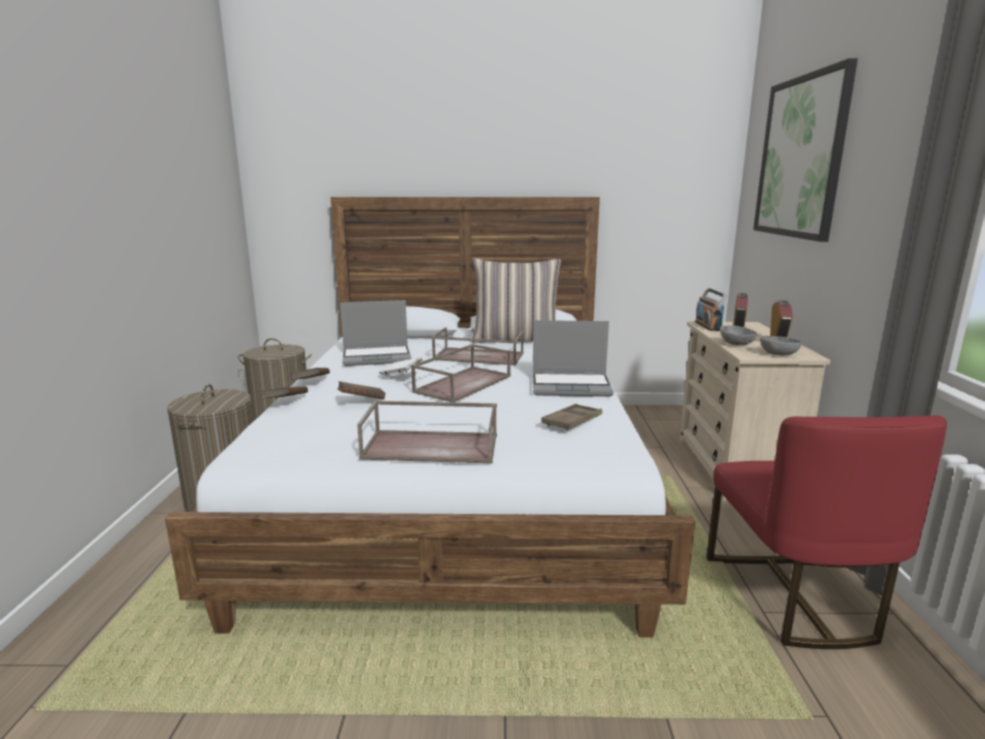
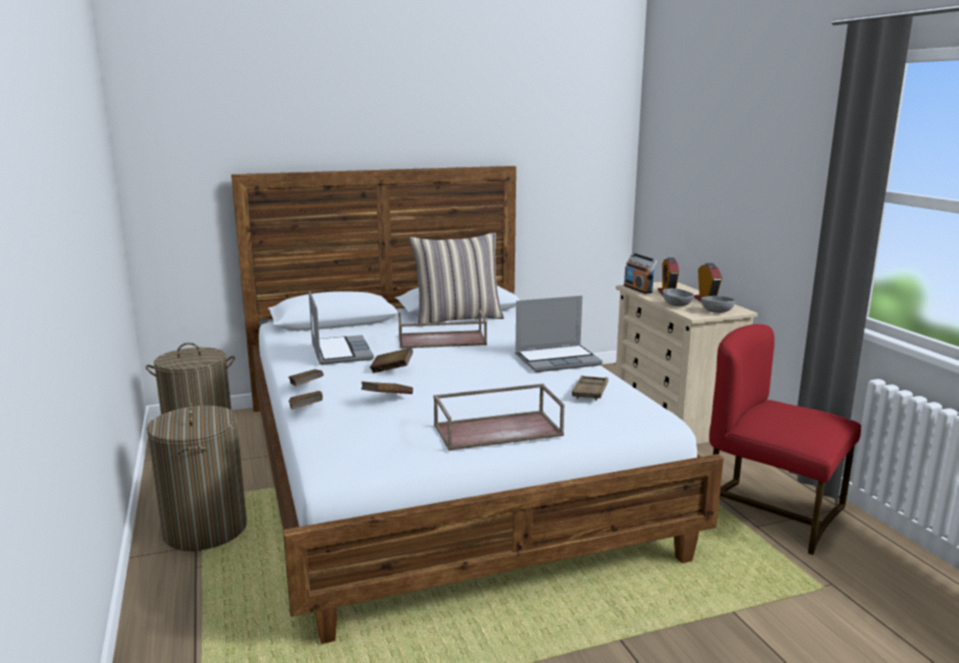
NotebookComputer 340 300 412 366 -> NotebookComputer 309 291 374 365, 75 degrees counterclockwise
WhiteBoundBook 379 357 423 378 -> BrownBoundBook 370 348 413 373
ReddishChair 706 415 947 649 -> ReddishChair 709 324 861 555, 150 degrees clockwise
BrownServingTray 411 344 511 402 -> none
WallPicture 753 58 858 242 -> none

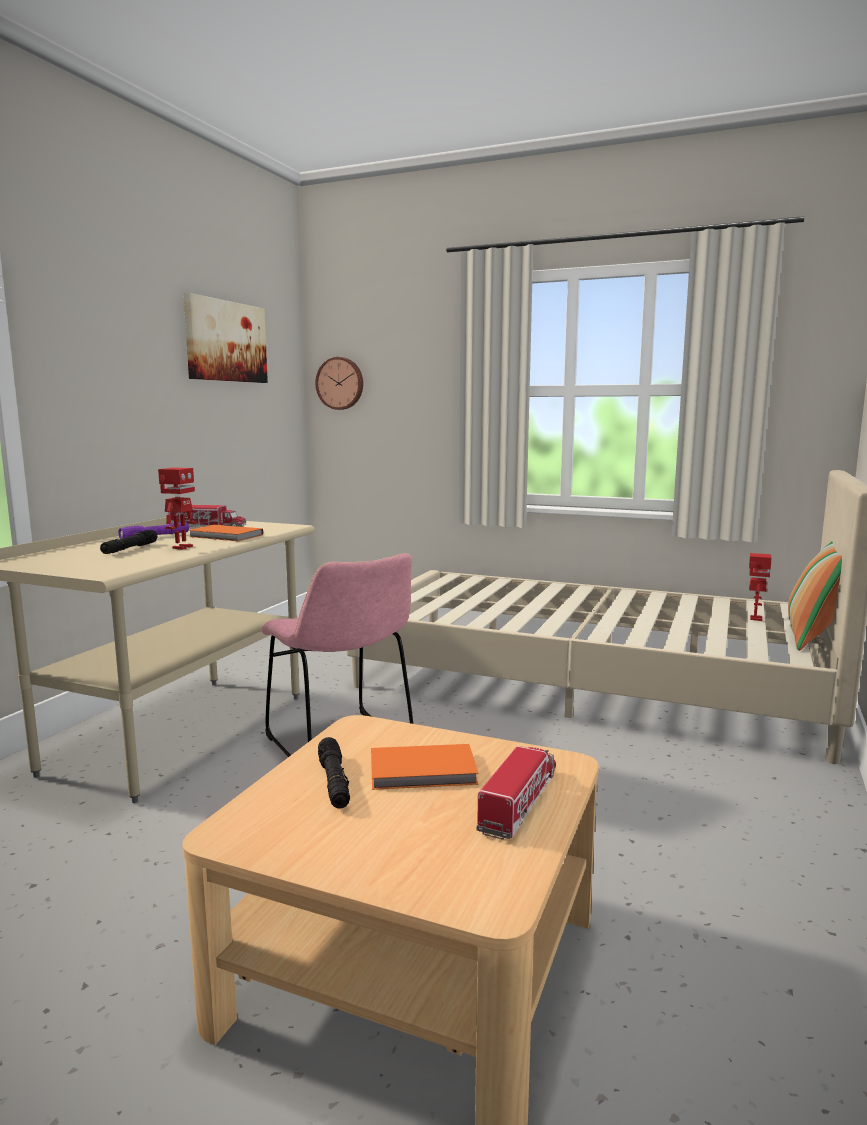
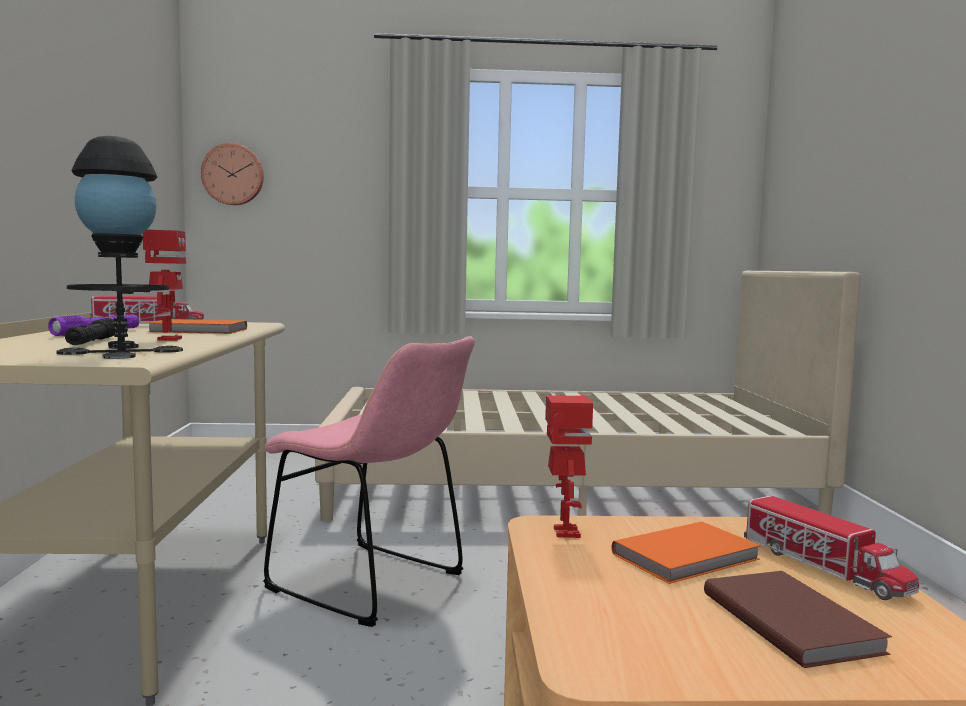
none -> BlackColouredLampForATable 56 136 183 359
RobotFigure 749 553 772 621 -> RobotFigure 545 395 593 538, shifted
none -> BrownBoundBook 704 571 892 668
ModelTruck 477 746 556 840 -> ModelTruck 744 495 919 600, 150 degrees clockwise
WallPicture 183 293 268 383 -> none
BlackColouredFlashlight 318 737 350 809 -> none
Cushion 788 541 842 651 -> none

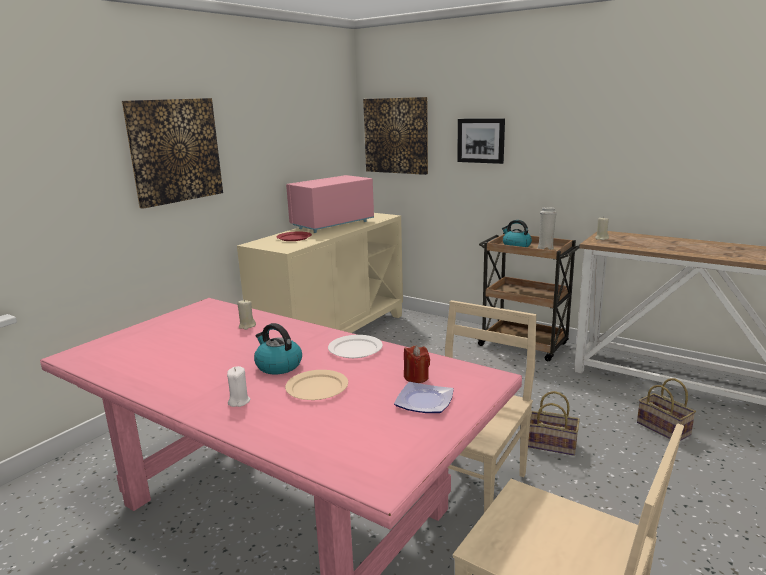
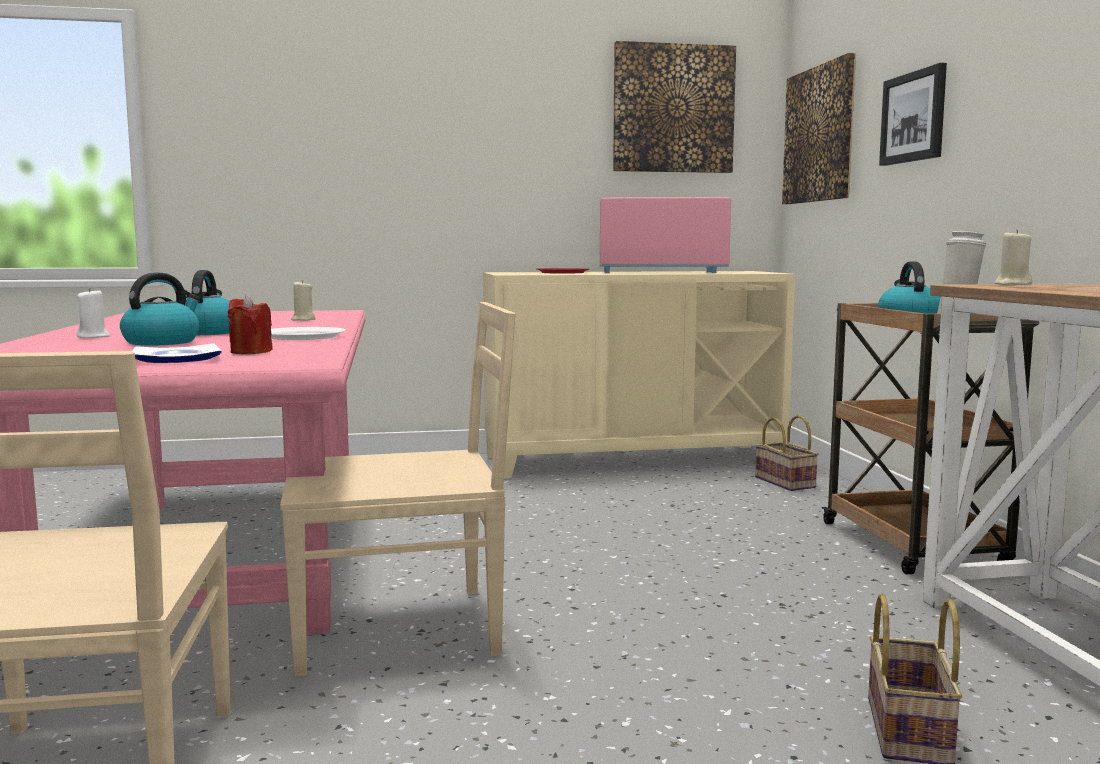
BeigePlate 285 370 348 400 -> WaterKettle 120 273 200 346
WallPicture 122 98 223 209 -> WallPicture 613 41 736 173, shifted
StorageBasket 528 391 580 456 -> StorageBasket 755 415 819 491, shifted

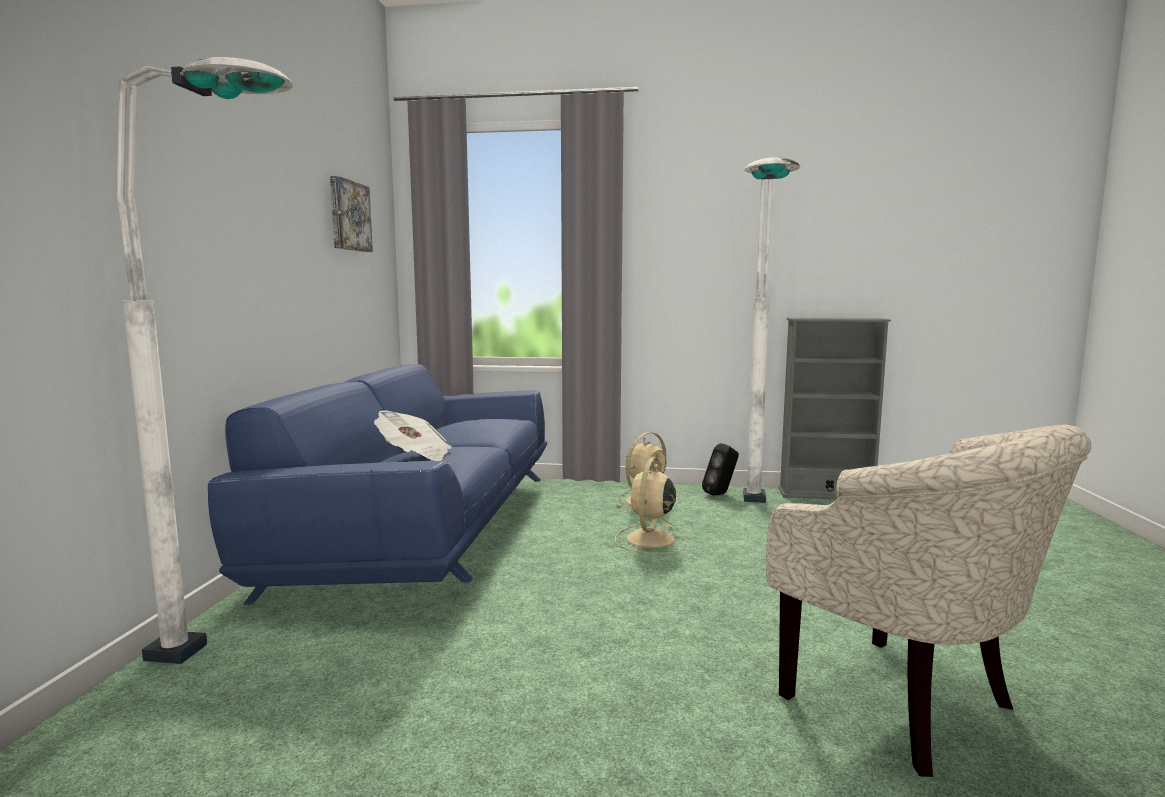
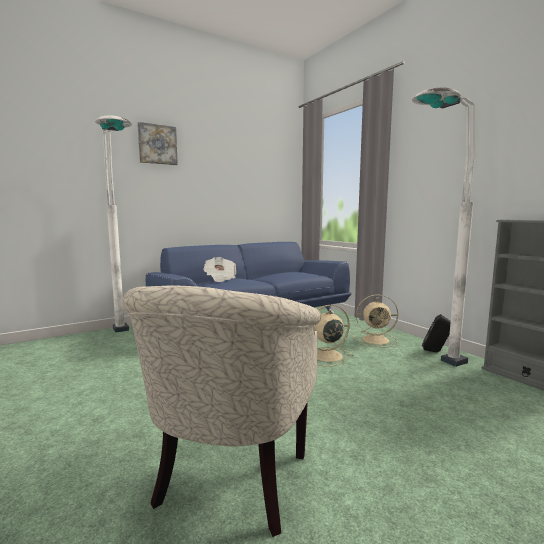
WallPicture 330 176 373 252 -> WallPicture 137 122 178 165, shifted

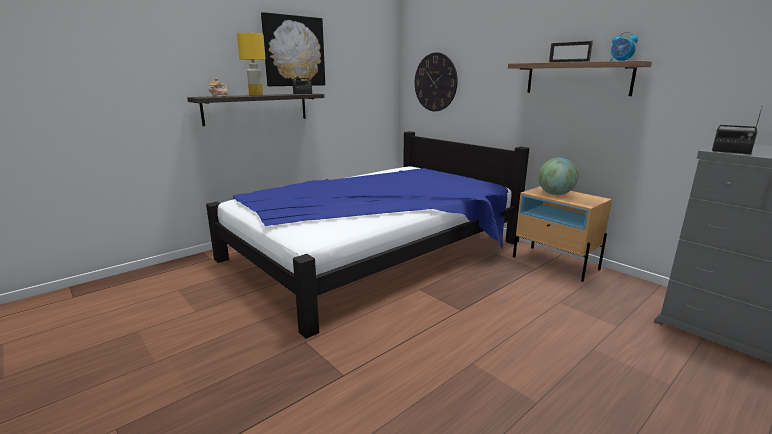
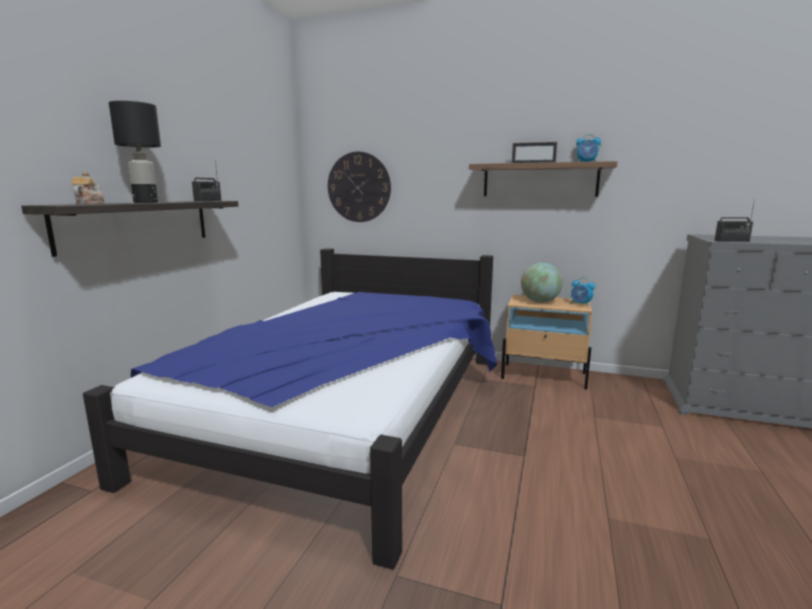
YellowLampForATable 237 33 266 96 -> BlackColouredLampForATable 109 101 161 203
none -> AlarmClock 571 277 595 306
WallPicture 261 12 325 86 -> none

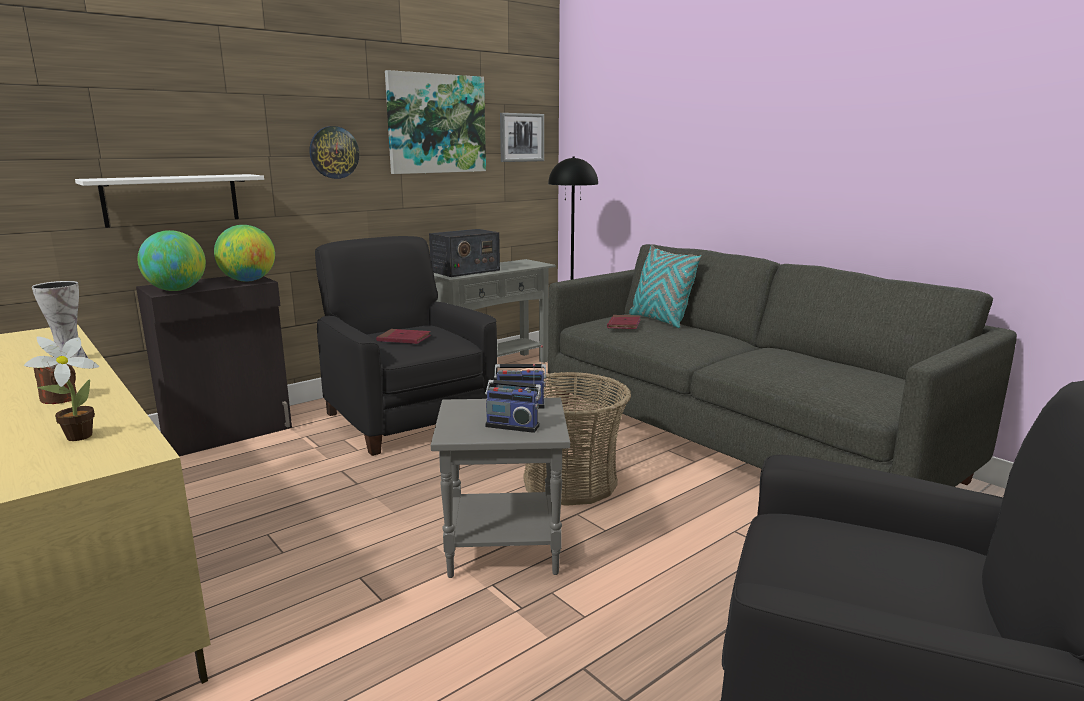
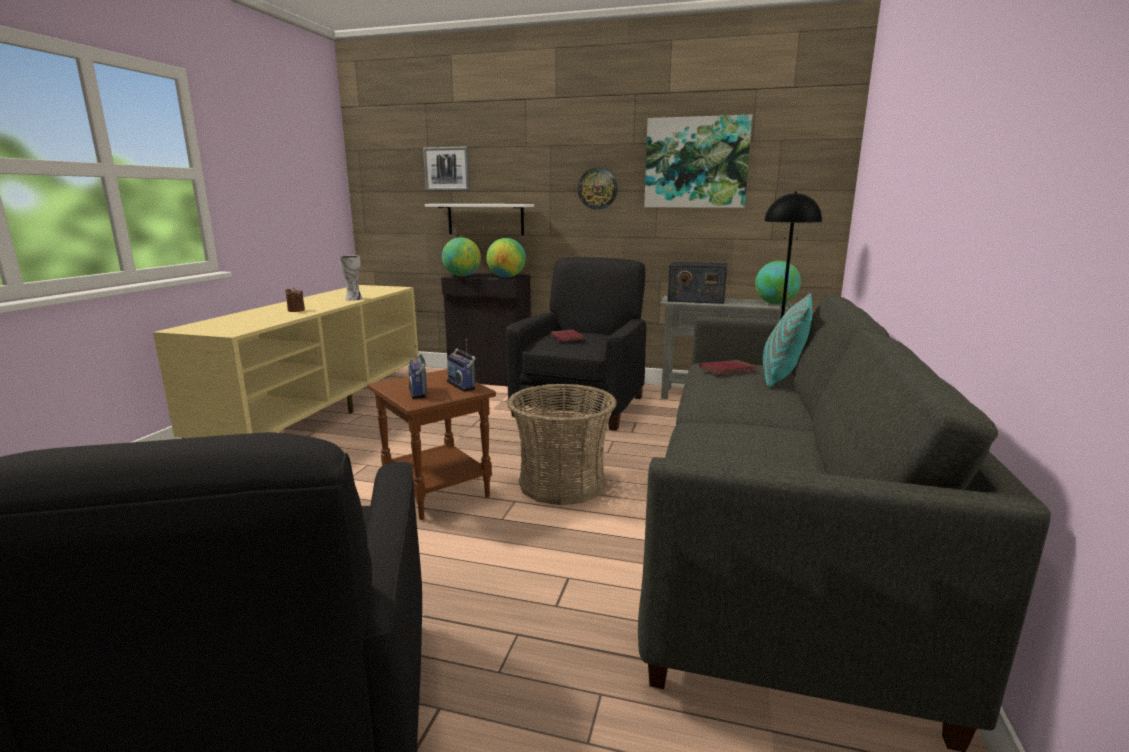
GreyishAccentTable 431 398 570 578 -> BrownAccentTable 368 369 496 520
WallPicture 500 113 544 162 -> WallPicture 423 146 470 191, shifted
none -> DeskGlobe 755 261 801 304
PlantInAPot 24 337 99 441 -> none

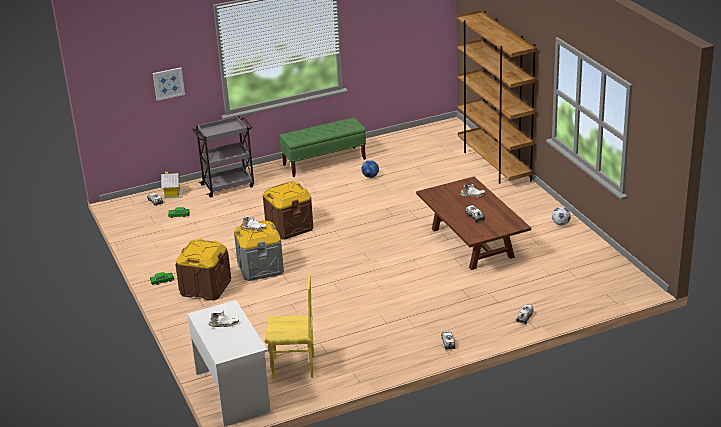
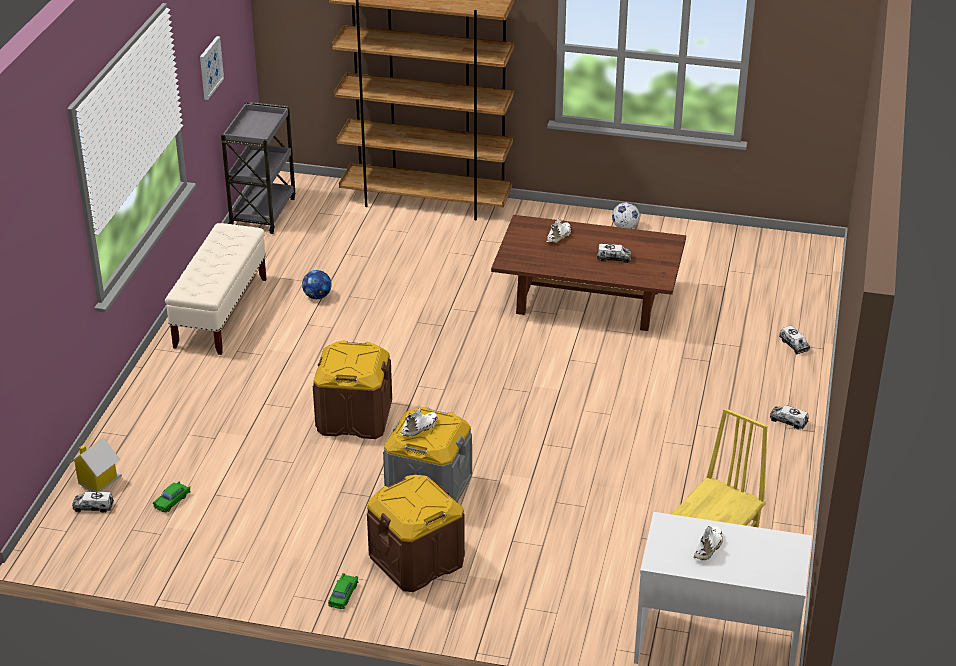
GreenishLongSeat 279 117 366 177 -> BeigeLongSeat 165 223 267 355
WallPicture 153 67 185 101 -> WallPicture 200 36 224 100, shifted
GreyishCart 192 116 254 198 -> GreyishCart 221 102 295 234, shifted

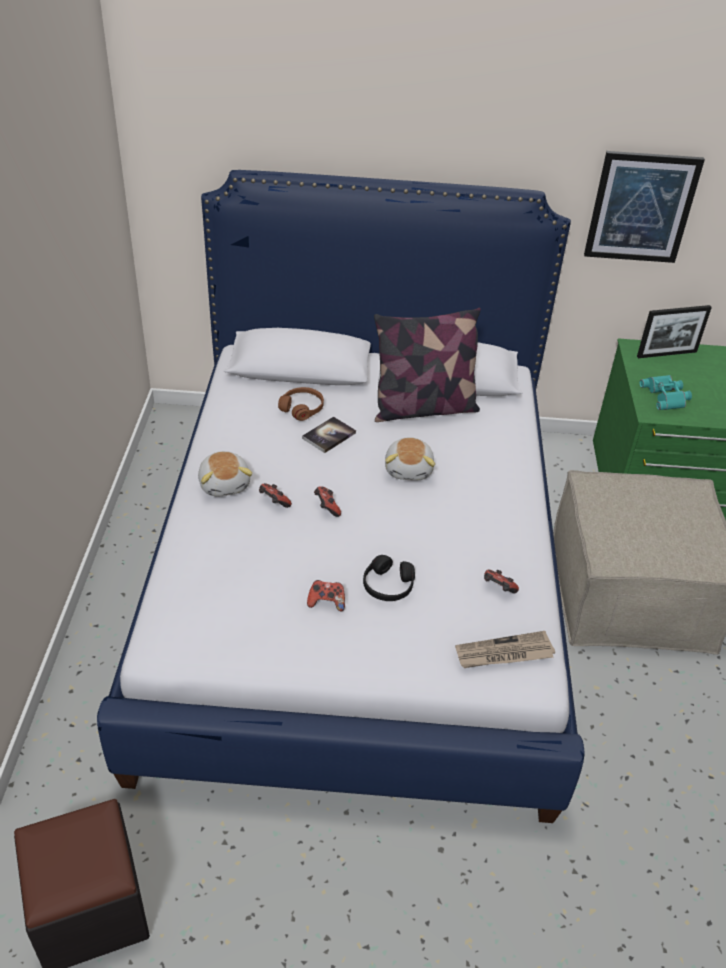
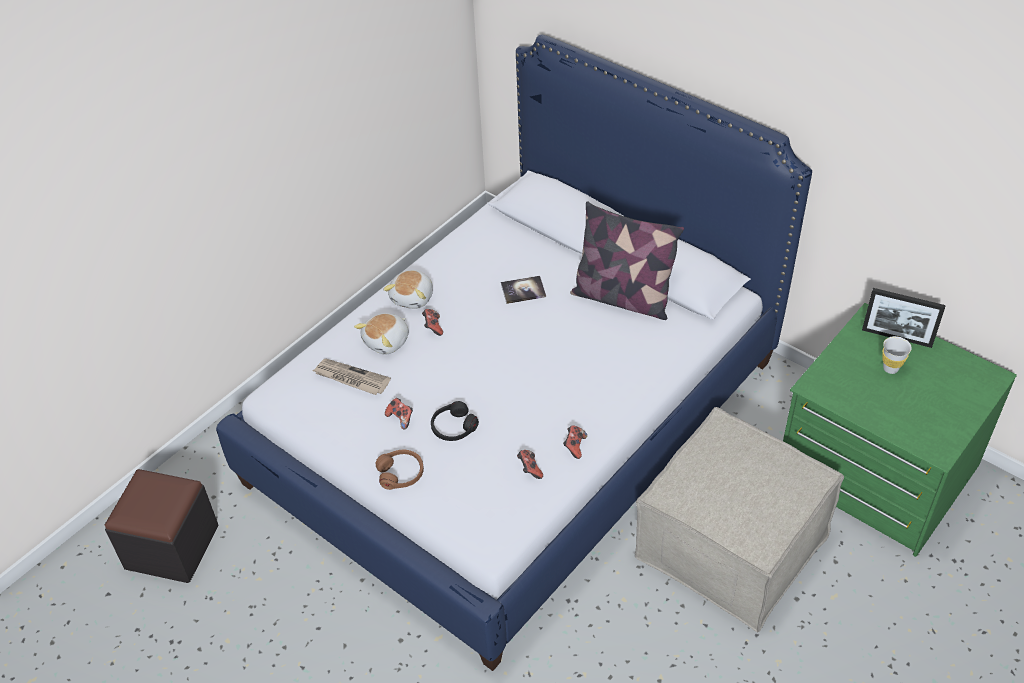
PrintedPaper 455 631 555 668 -> PrintedPaper 312 359 391 395, shifted
SoftToy 385 437 435 481 -> SoftToy 354 313 409 355, shifted
BrownPairOfHeadphones 278 387 324 421 -> BrownPairOfHeadphones 376 450 424 490, shifted
Joypad 314 486 341 517 -> Joypad 563 426 587 459, shifted
none -> WhiteDrinkingCup 883 336 912 374
WallPicture 584 151 705 263 -> none
BlueGreenPairOfBinoculars 639 375 692 410 -> none

